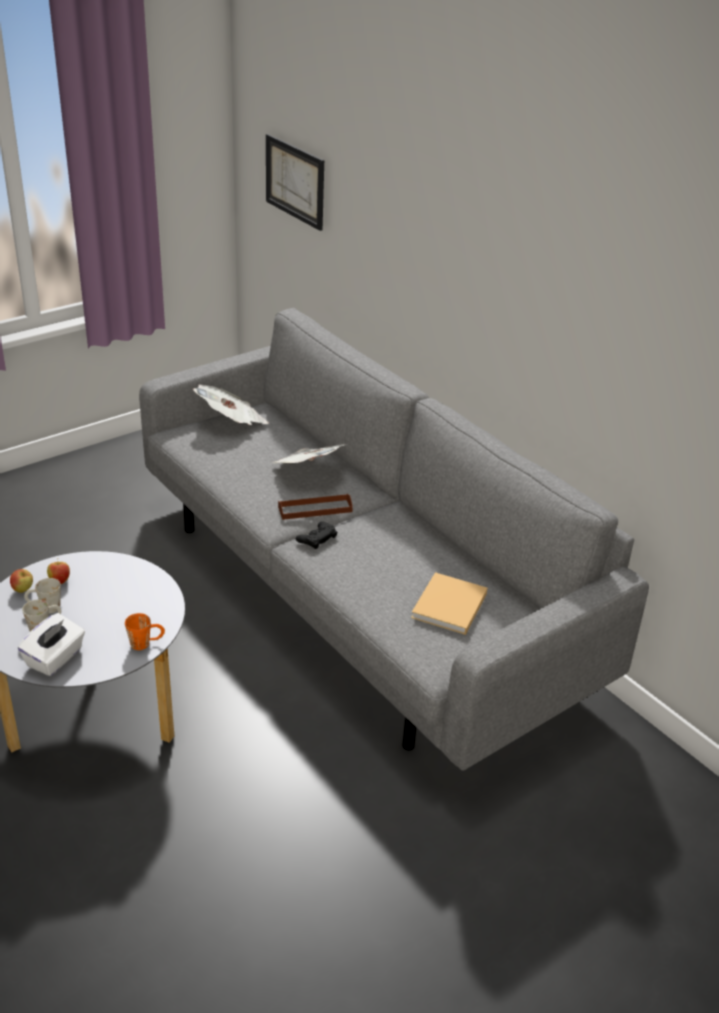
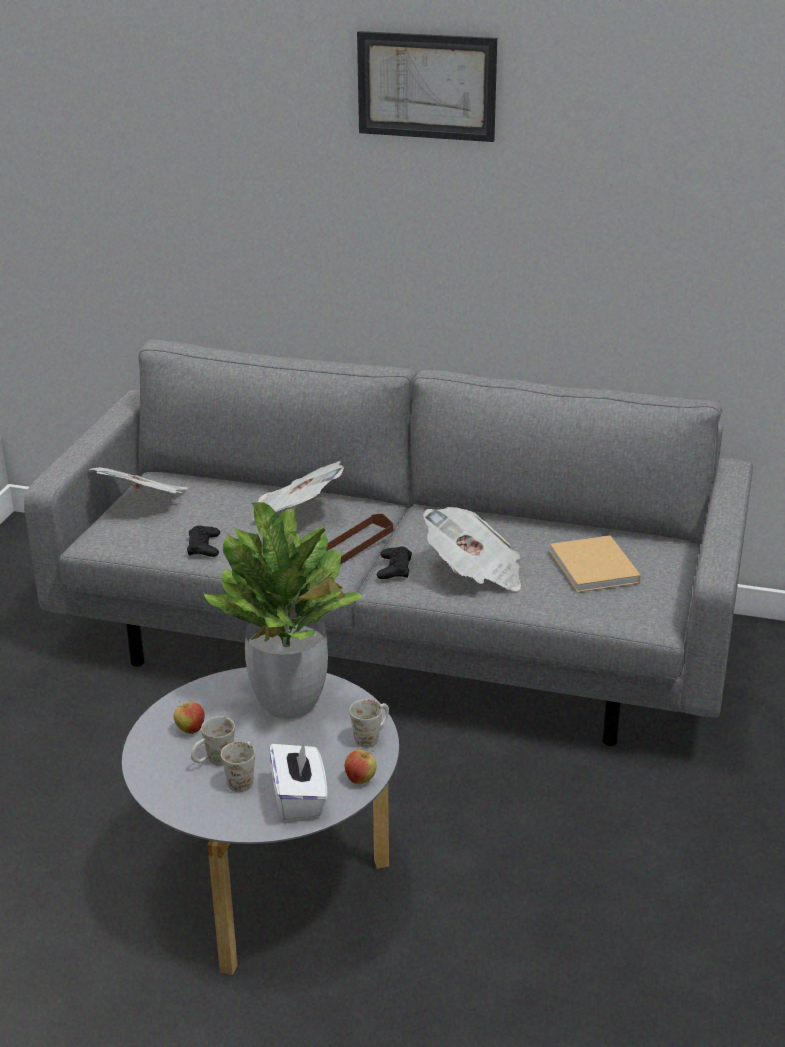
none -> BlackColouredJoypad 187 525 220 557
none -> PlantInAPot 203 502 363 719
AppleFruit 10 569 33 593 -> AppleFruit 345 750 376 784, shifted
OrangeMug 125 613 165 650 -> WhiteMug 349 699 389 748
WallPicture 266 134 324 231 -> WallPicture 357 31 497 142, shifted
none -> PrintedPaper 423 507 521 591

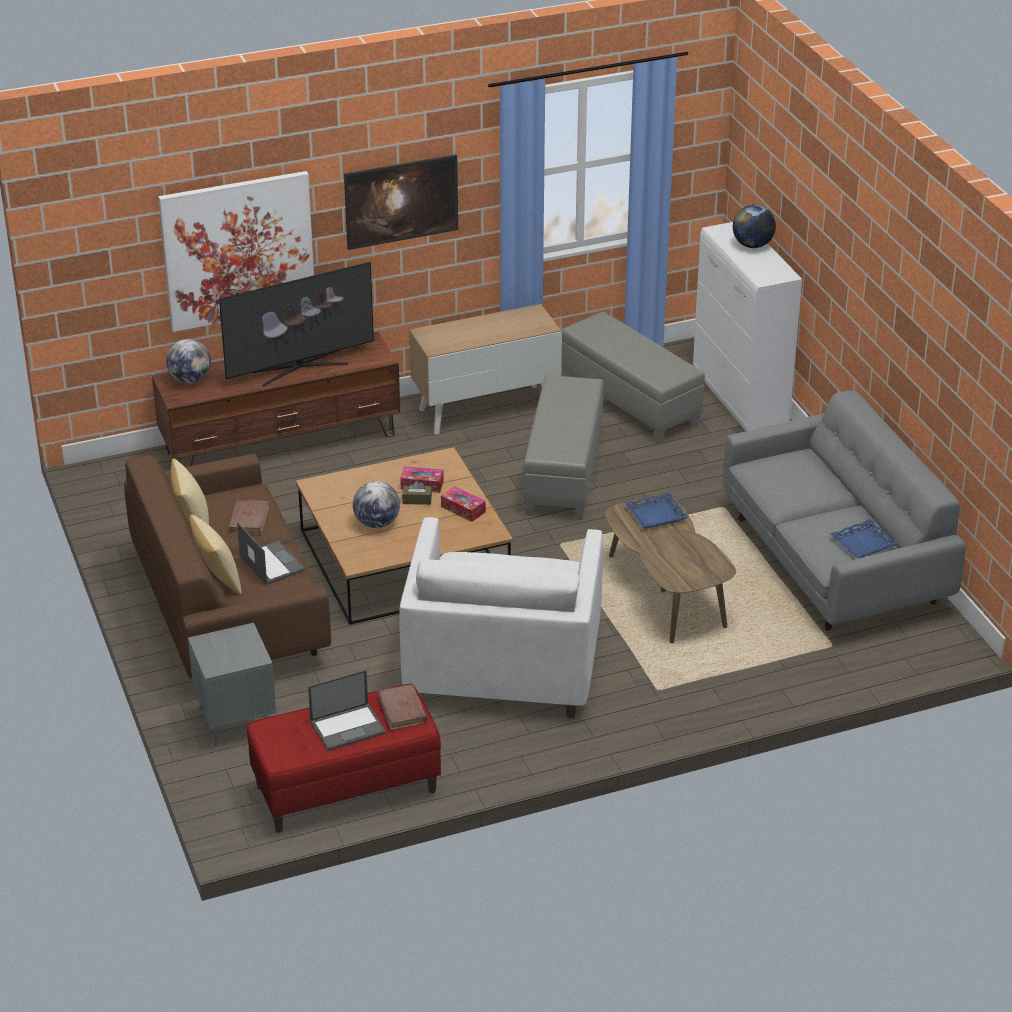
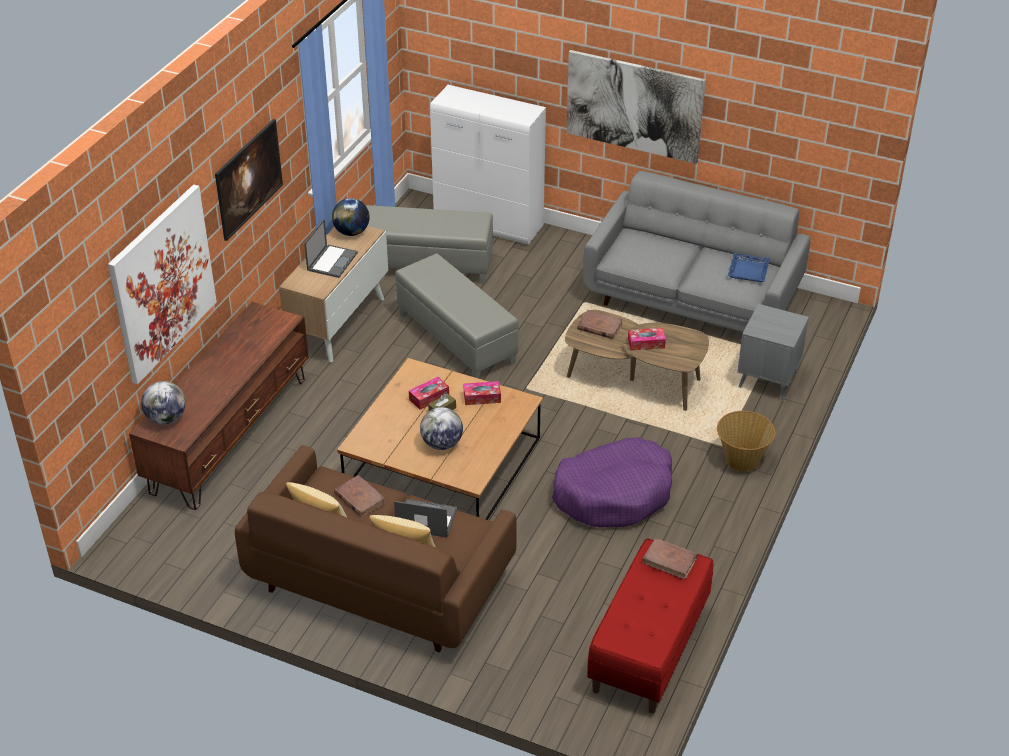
NotebookComputer 308 670 386 751 -> NotebookComputer 304 219 358 278, shifted
DeskGlobe 733 205 776 248 -> DeskGlobe 332 198 370 236, shifted
WhiteLoungeChair 399 517 603 718 -> PurplishPetBed 552 437 672 528
none -> WallPicture 566 50 706 164
BlueServingTray 625 492 688 529 -> BrownBoundBook 577 310 623 339
none -> TissueBox 628 328 666 351
none -> StorageBasket 717 411 776 471
GreyishAccentTable 188 623 276 748 -> GreyishAccentTable 738 304 809 401, shifted
Television 219 262 374 386 -> none

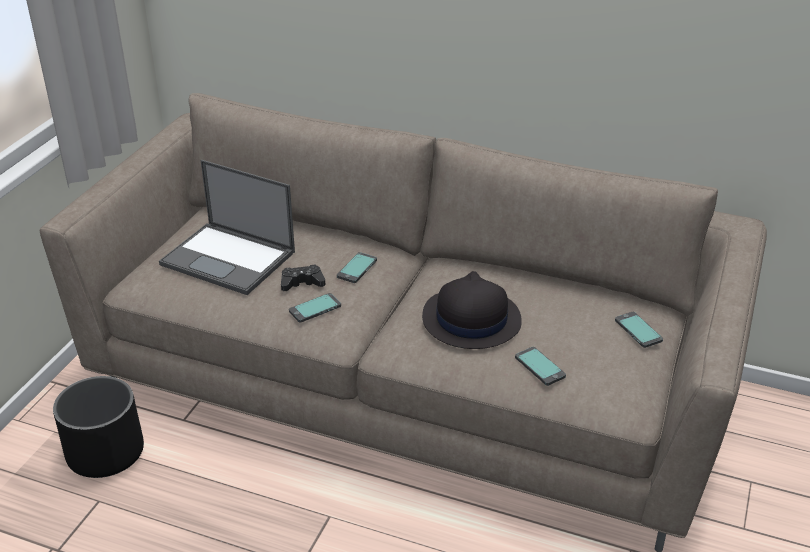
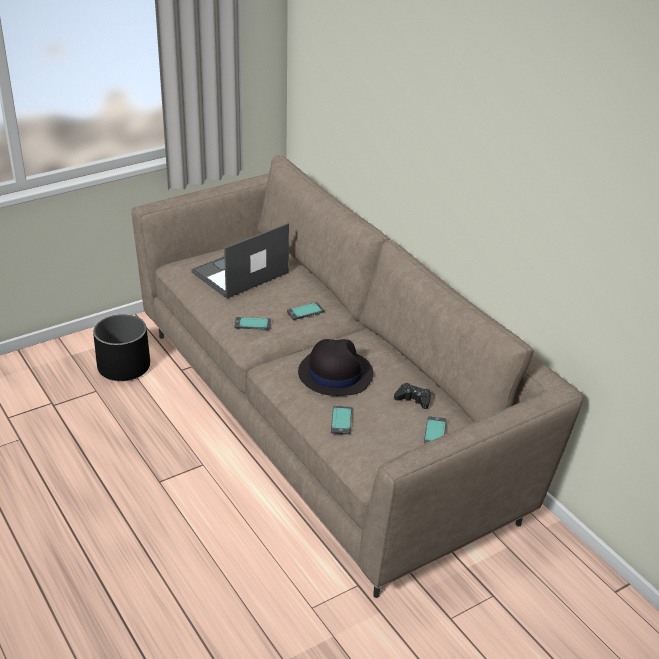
NotebookComputer 159 160 295 295 -> NotebookComputer 191 223 289 299, 75 degrees clockwise
BlackColouredJoypad 281 264 325 291 -> BlackColouredJoypad 394 383 431 409, shifted

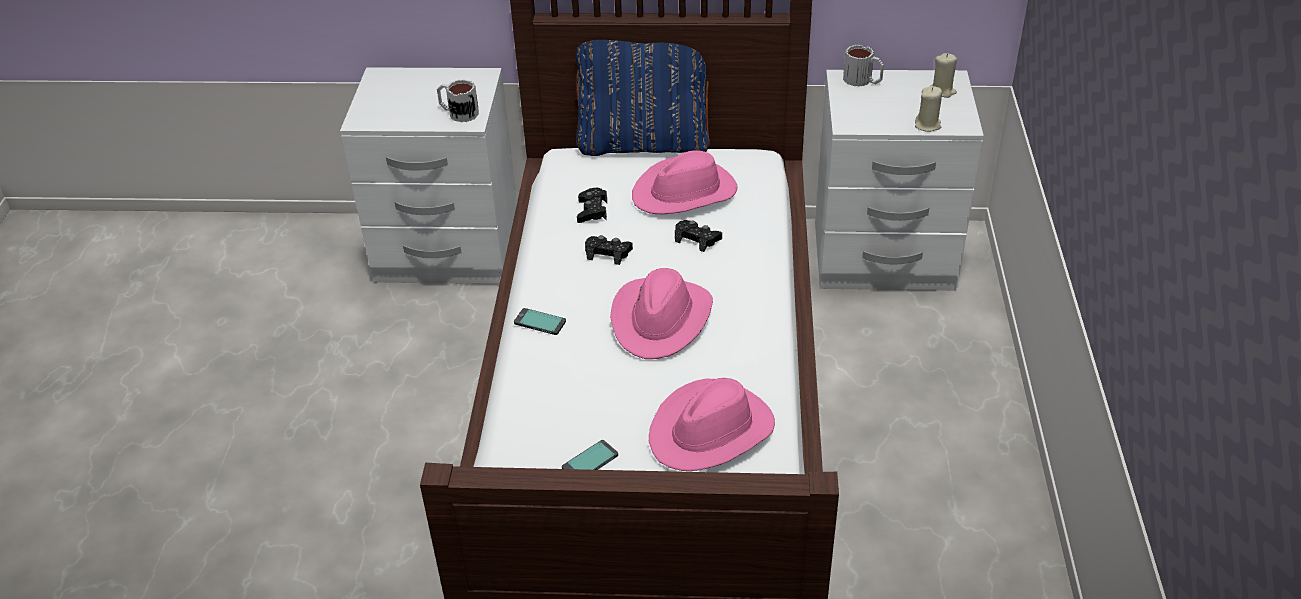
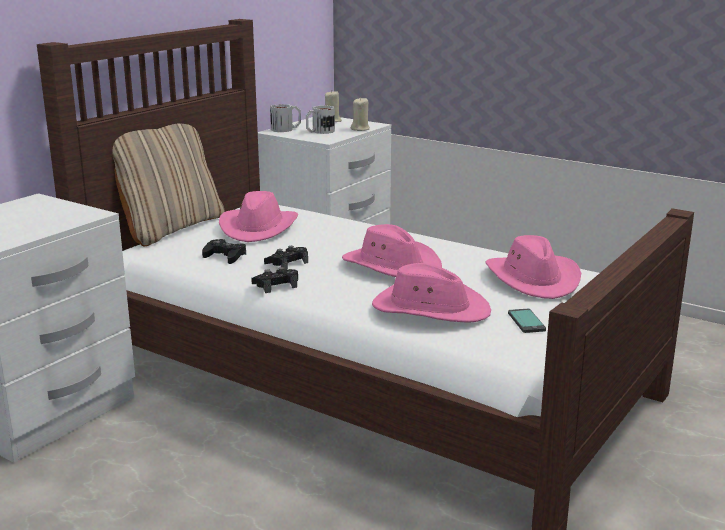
BlueCushion 575 40 710 156 -> BeigeCushion 112 123 225 246
BlackColouredJoypad 675 220 722 252 -> BlackColouredJoypad 251 267 298 293, shifted
Mug 437 79 479 122 -> Mug 306 105 335 134, shifted
none -> PinkHat 372 263 491 323
Handset 514 308 566 335 -> none

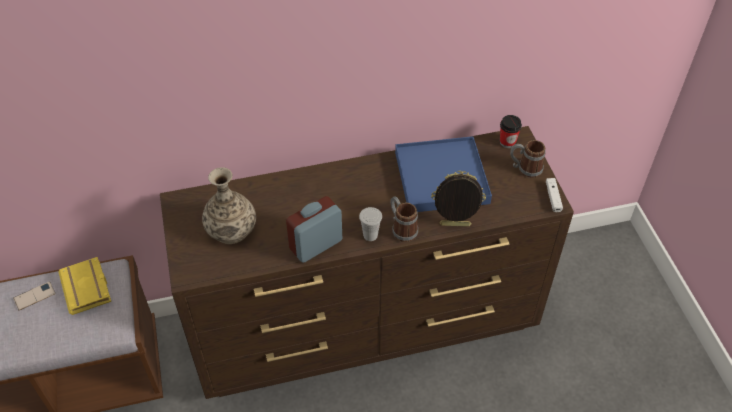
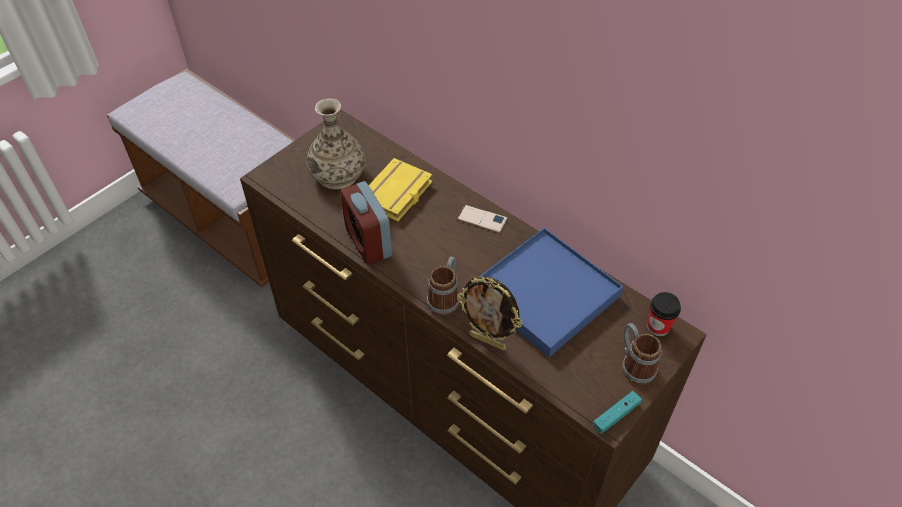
AlarmClock 286 196 342 263 -> AlarmClock 340 181 392 265, 135 degrees counterclockwise
YellowBoundBook 59 257 111 315 -> YellowBoundBook 369 158 432 221, shifted
PictureFrame 431 171 486 227 -> PictureFrame 457 276 523 350, 150 degrees clockwise
Handset 13 281 56 310 -> Handset 458 205 508 233, shifted
WhiteJoypad 546 178 563 212 -> BlueGreenJoypad 593 391 642 434
WhiteDrinkingCup 359 207 382 241 -> none

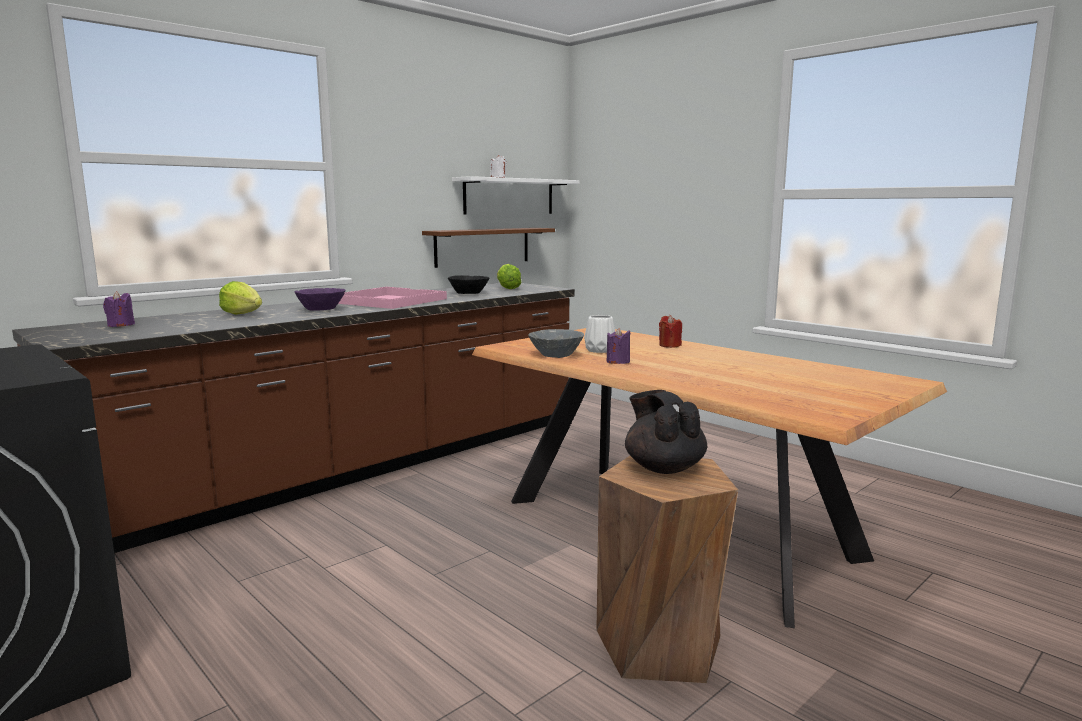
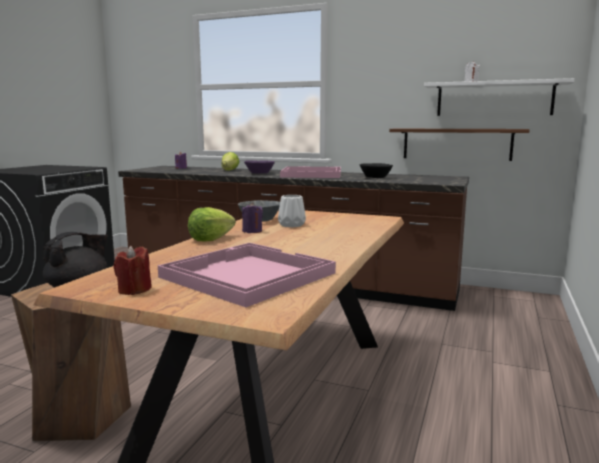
ReddishWaxLight 659 315 682 348 -> ReddishWaxLight 114 246 152 295, shifted
none -> PinkServingTray 158 243 336 307
LettuceHead 497 264 522 289 -> LettuceHead 188 207 236 241, shifted

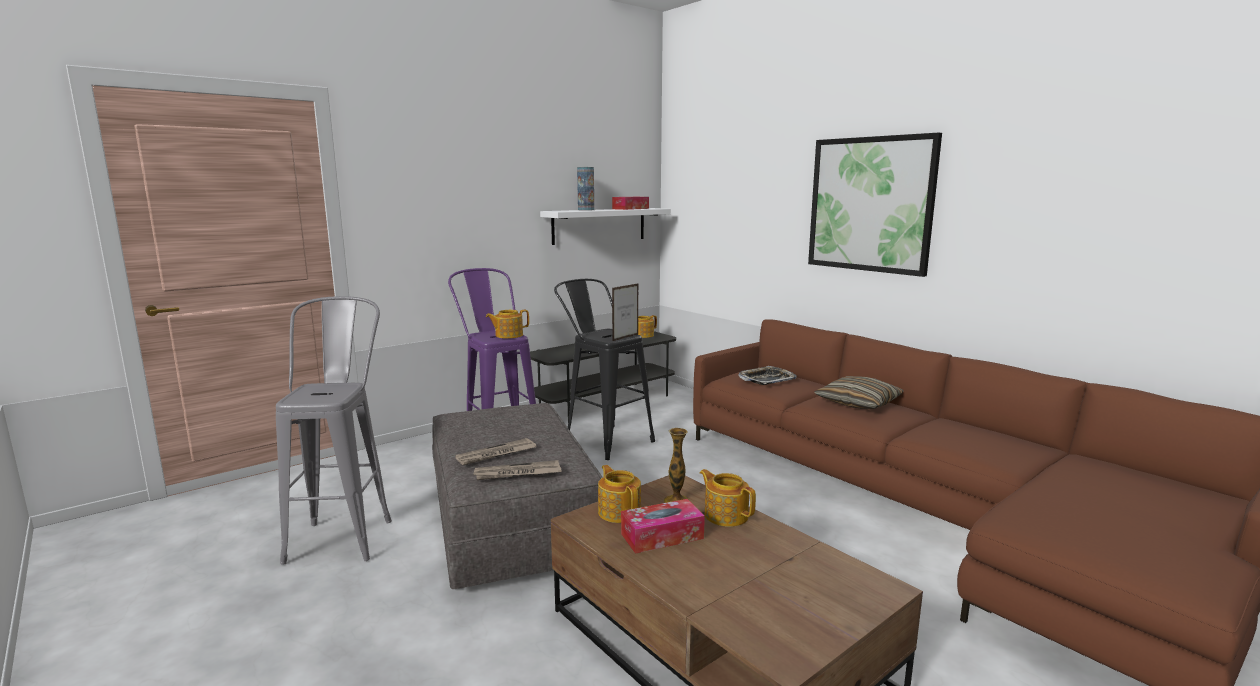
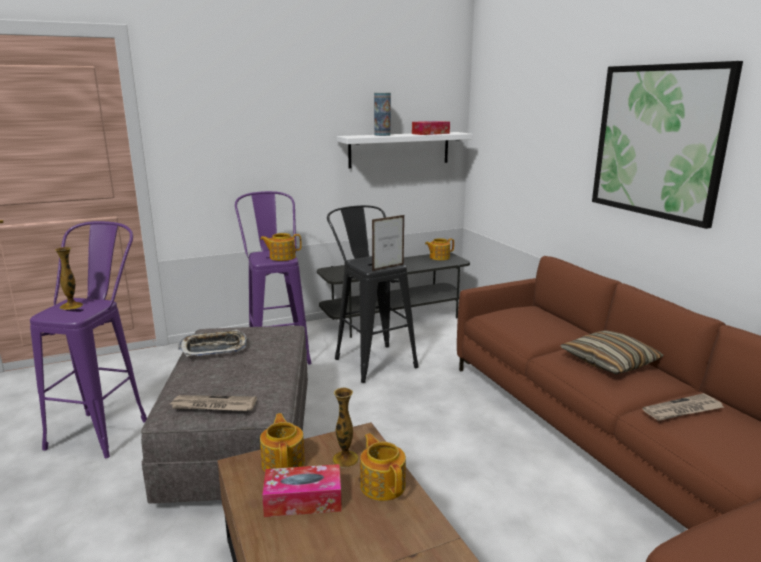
GreyishStool 276 296 392 565 -> PurplishStool 30 221 147 458
none -> Vase 55 247 83 310
ServingTray 738 366 797 385 -> ServingTray 178 330 247 357, shifted
PrintedPaper 455 438 537 465 -> PrintedPaper 642 393 723 421, shifted

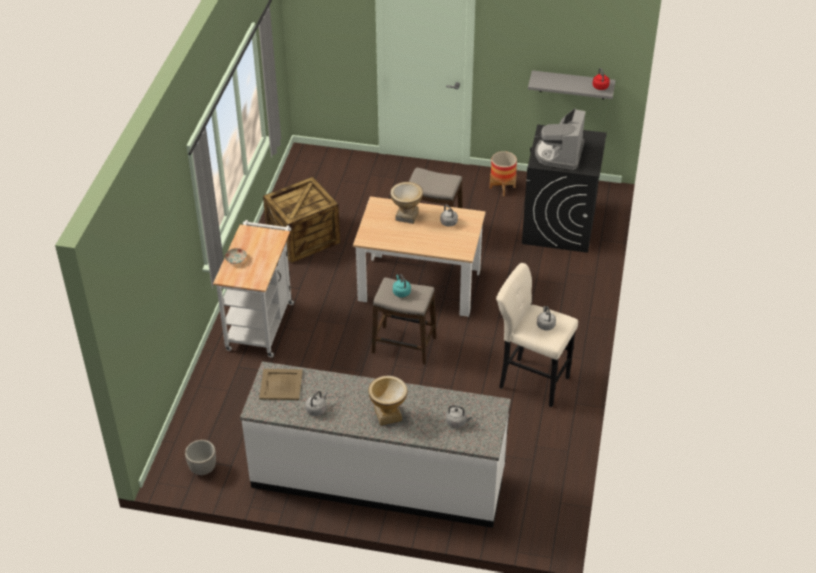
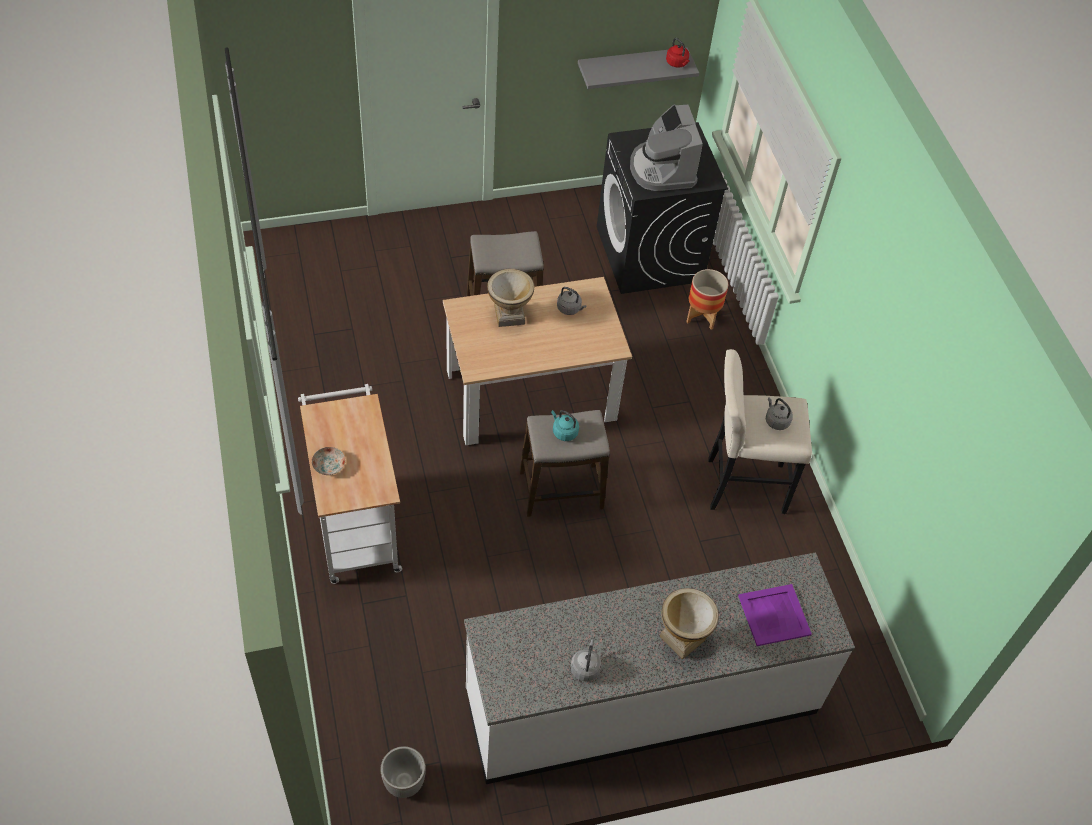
Planter 490 151 517 196 -> Planter 686 269 728 330, shifted
GreyishWaterKettle 446 405 472 428 -> PurplishServingTray 738 584 812 646
BeigeServingTray 259 369 303 400 -> none
ShippingCrate 263 177 340 263 -> none

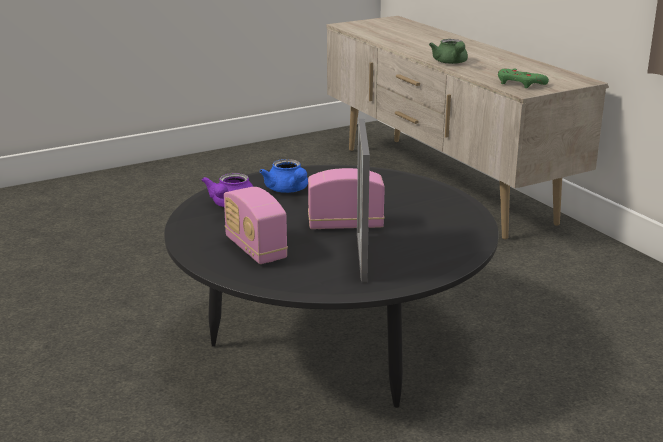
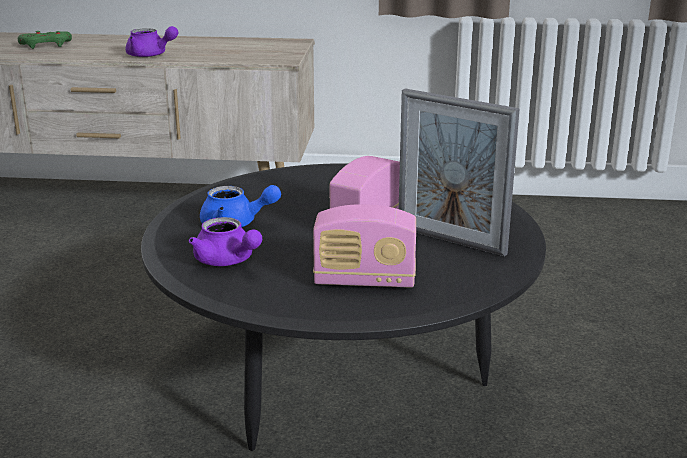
GreenishJoypad 498 69 549 88 -> GreenishJoypad 18 31 72 49, shifted
GreenishPotForTea 429 39 468 64 -> PurplishPotForTea 125 26 179 57

